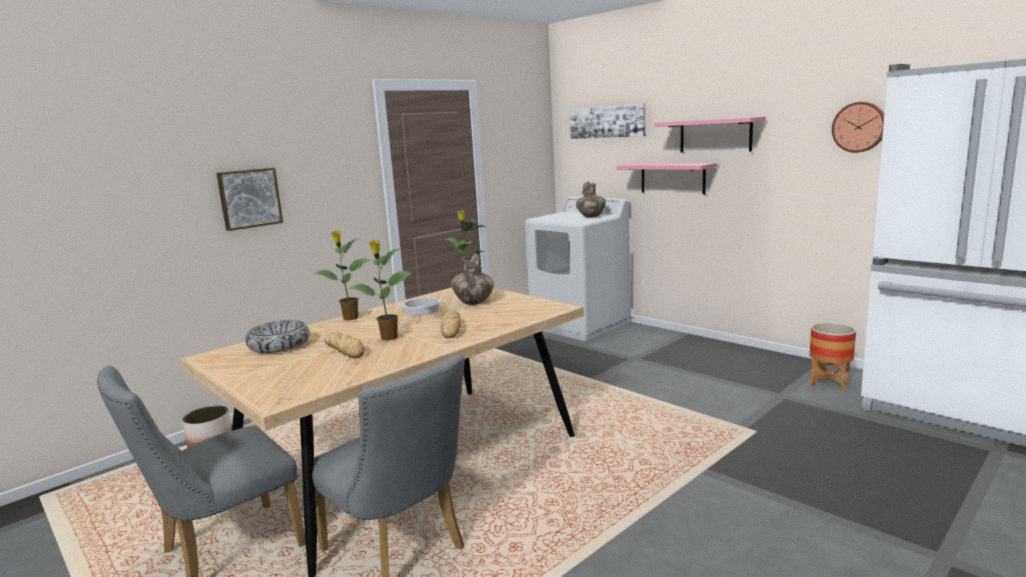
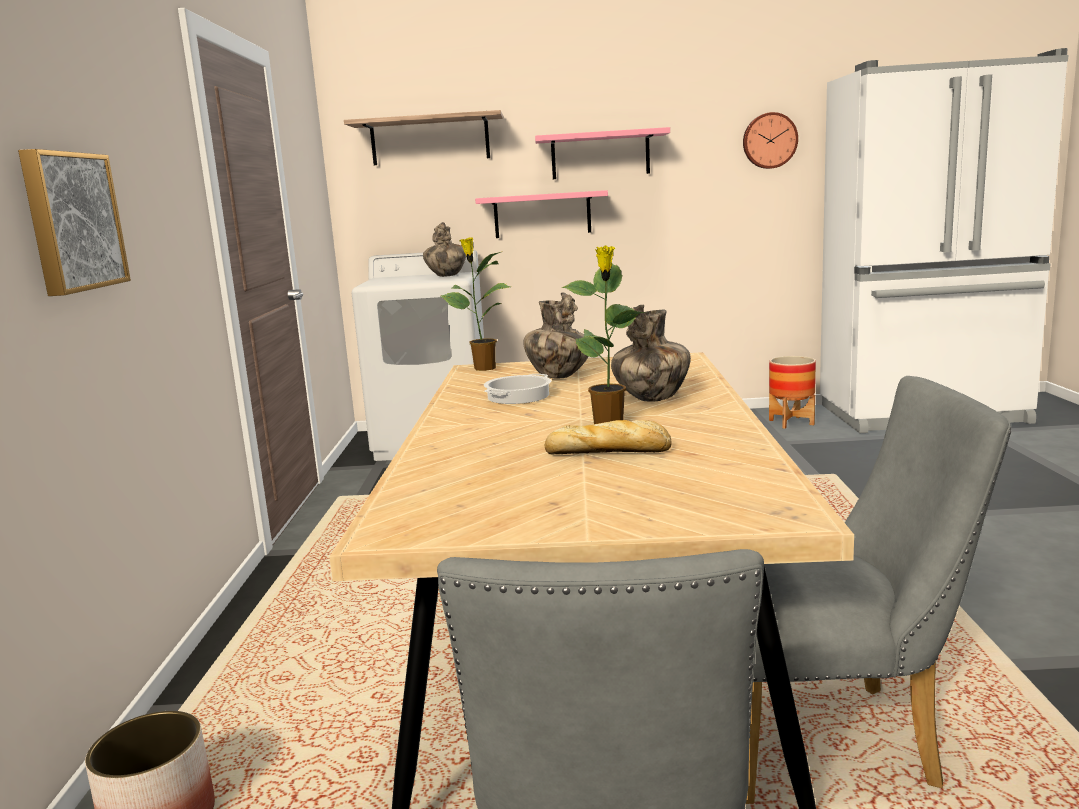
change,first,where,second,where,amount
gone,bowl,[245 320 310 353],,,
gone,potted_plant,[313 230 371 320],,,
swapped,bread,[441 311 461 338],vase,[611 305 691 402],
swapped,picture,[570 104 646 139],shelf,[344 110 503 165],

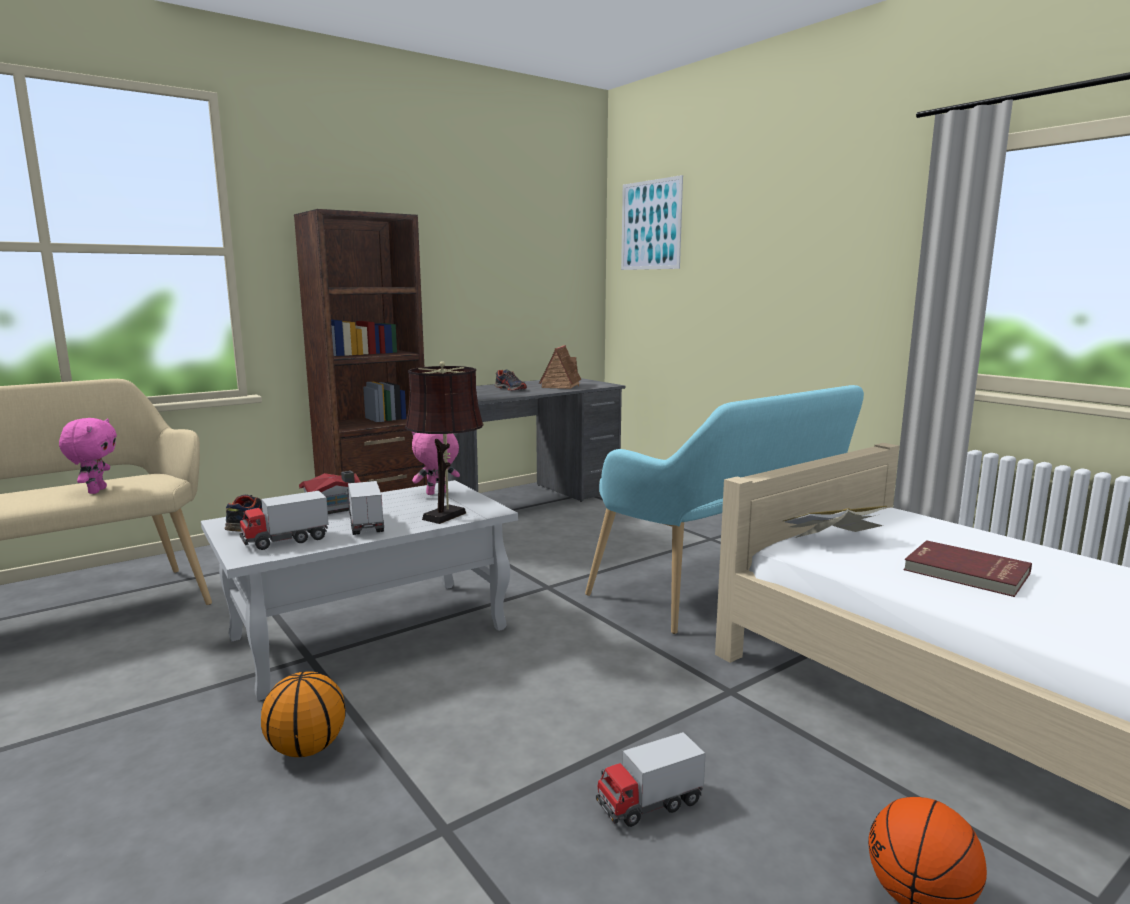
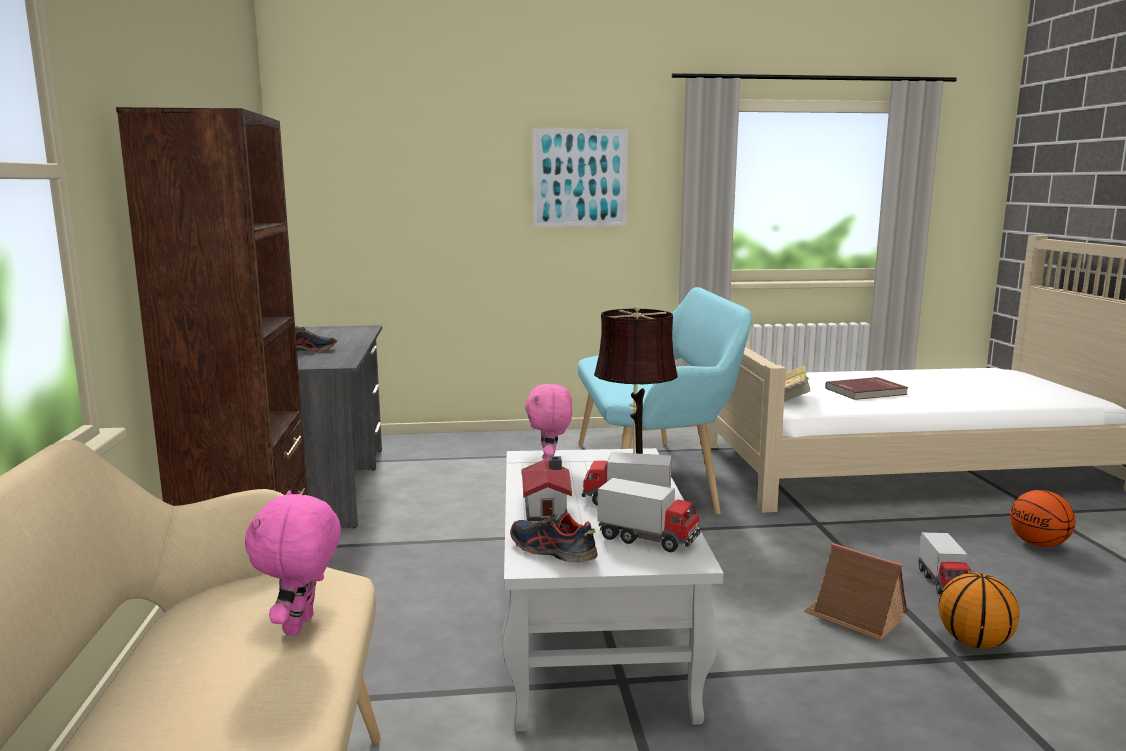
change,first,where,second,where,amount
rotated,pink_plush_toy,[59 418 117 494],,[245 490 341 636],105 degrees counterclockwise
rotated,toy_truck,[240 491 329 550],,[598 478 700 552],60 degrees counterclockwise
shifted,basketball,[261 671 346 757],,[939 573 1019 649],
shifted,toy_house,[539 345 581 389],,[804 543 907 641],
shifted,picture,[621 175 683 270],,[532 128 628 227],

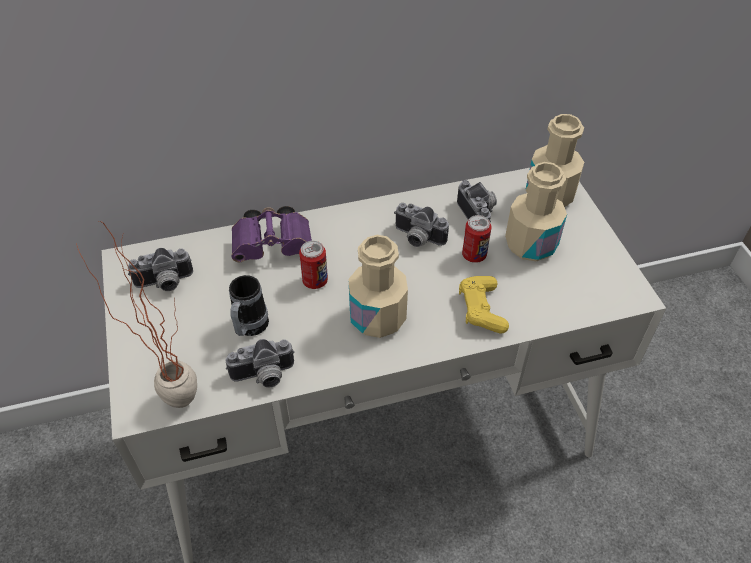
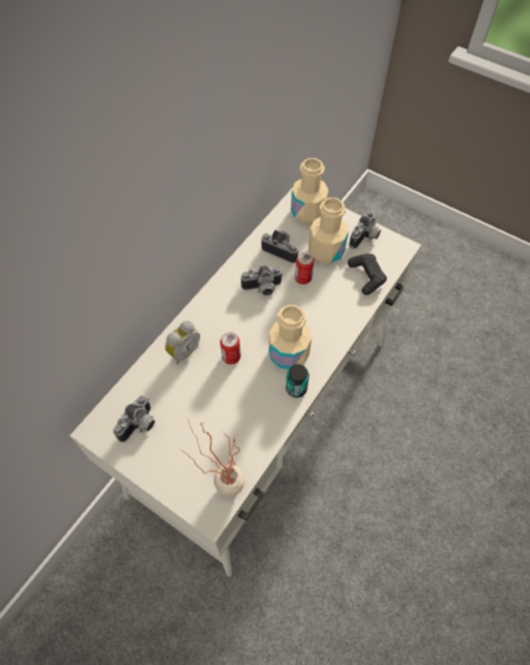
change,first,where,second,where,amount
shifted,photo_camera,[226 339 295 387],,[349 211 381 249],
gone,mug,[229 275 269 336],,,
swapped,purple_binoculars,[232 206 312 262],alarm_clock,[165 321 200 364],
gone,yellow_game_controller,[459 276 509 333],,,
new,,,can,[286 364 309 398],
new,,,black_game_controller,[348 254 387 295],

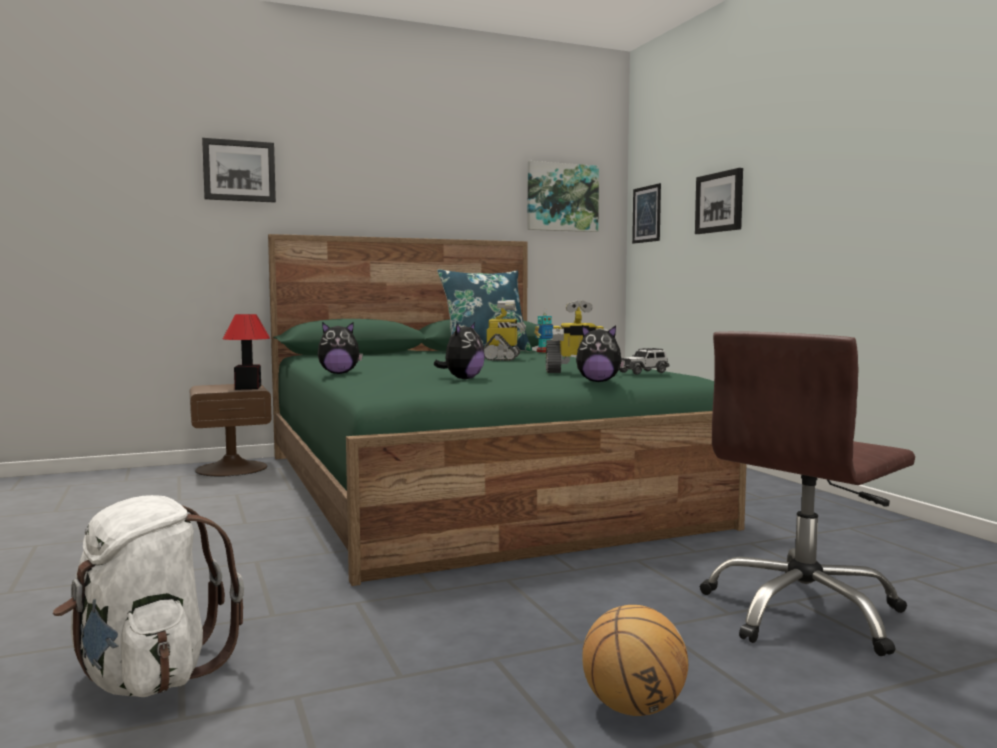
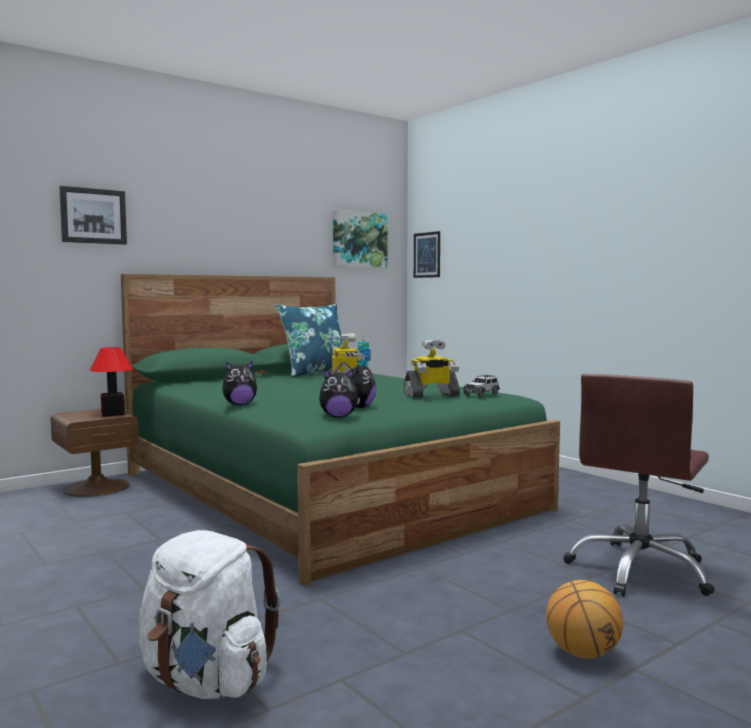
change,first,where,second,where,amount
shifted,plush_toy,[576 325 625 382],,[319 369 360 418],
gone,picture,[695 168 743 234],,,

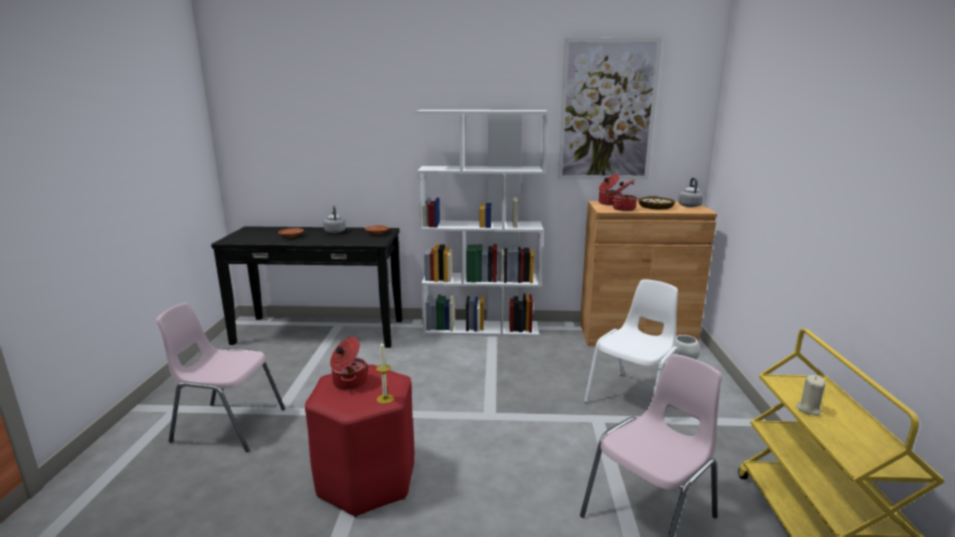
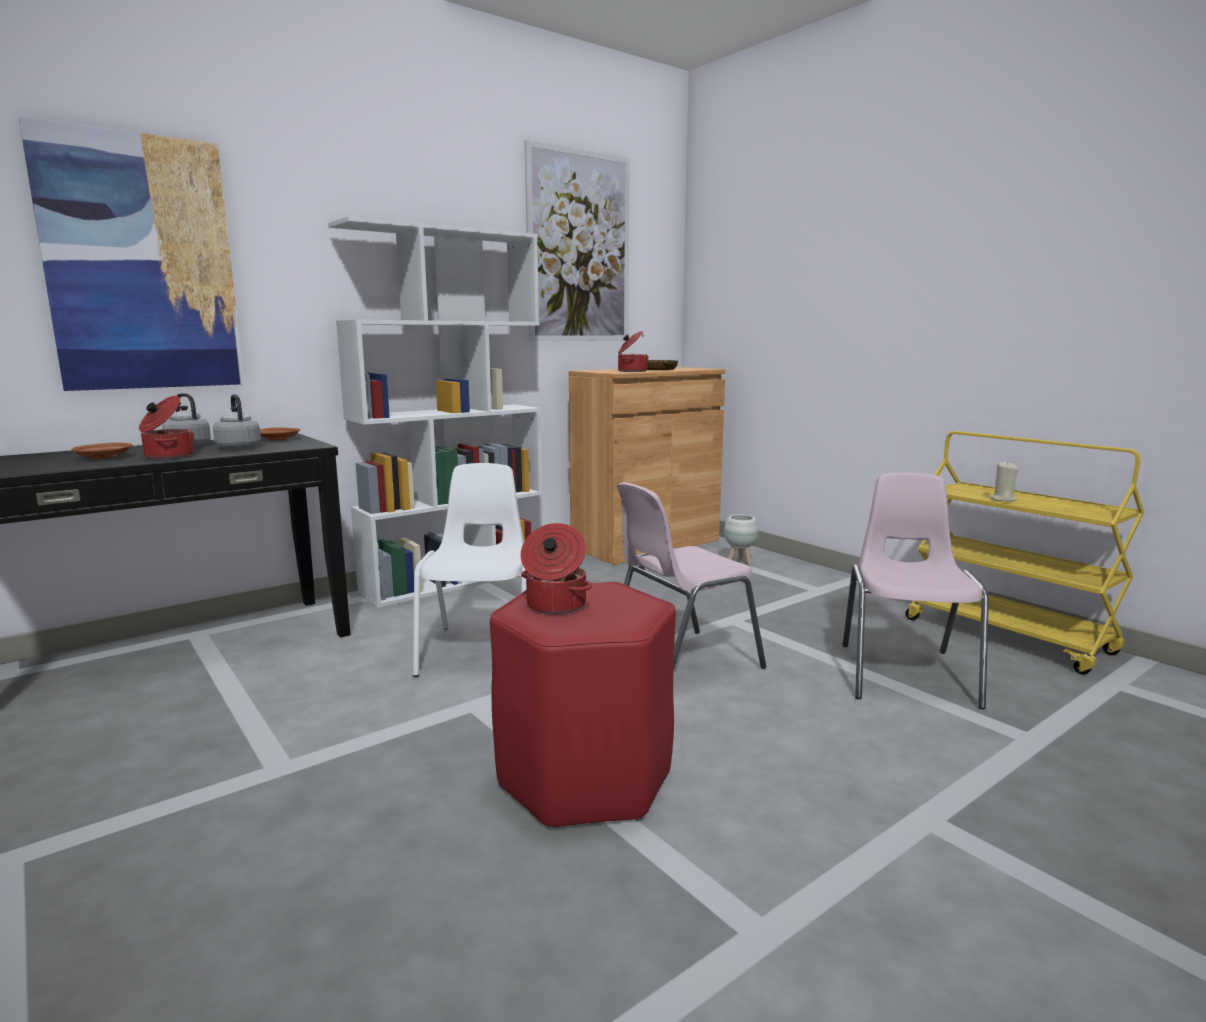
change,first,where,second,where,amount
shifted,pink_chair,[156 303 285 452],,[617 482 766 671],
gone,candle,[376 342 394 404],,,
shifted,white_chair,[584 279 678 403],,[413 463 527 677],
shifted,cooking_pot,[599 174 622 205],,[139 396 195 459],
shifted,grey_kettle,[678 178 703 207],,[213 394 261 449],
new,,,picture,[19 116 244 391],

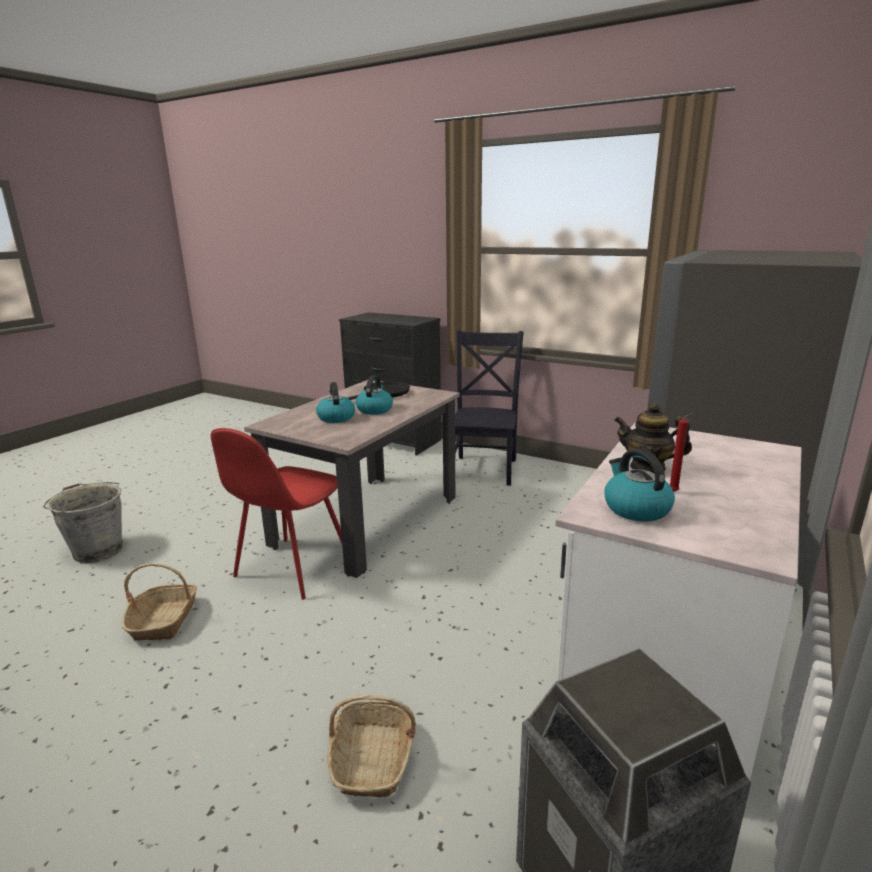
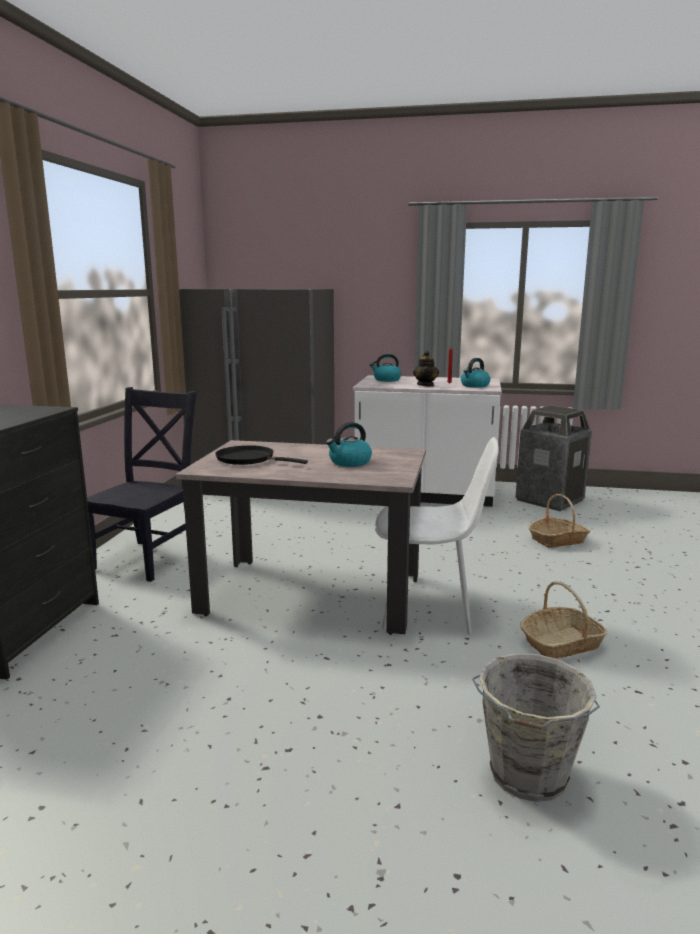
change,first,where,second,where,amount
repainted,red_chair,[211 428 342 600],white_chair,[375 437 499 634],
shifted,kettle,[356 375 393 415],,[370 354 401 382],
rotated,black_chair,[455 330 524 486],,[87 387 197 582],120 degrees clockwise

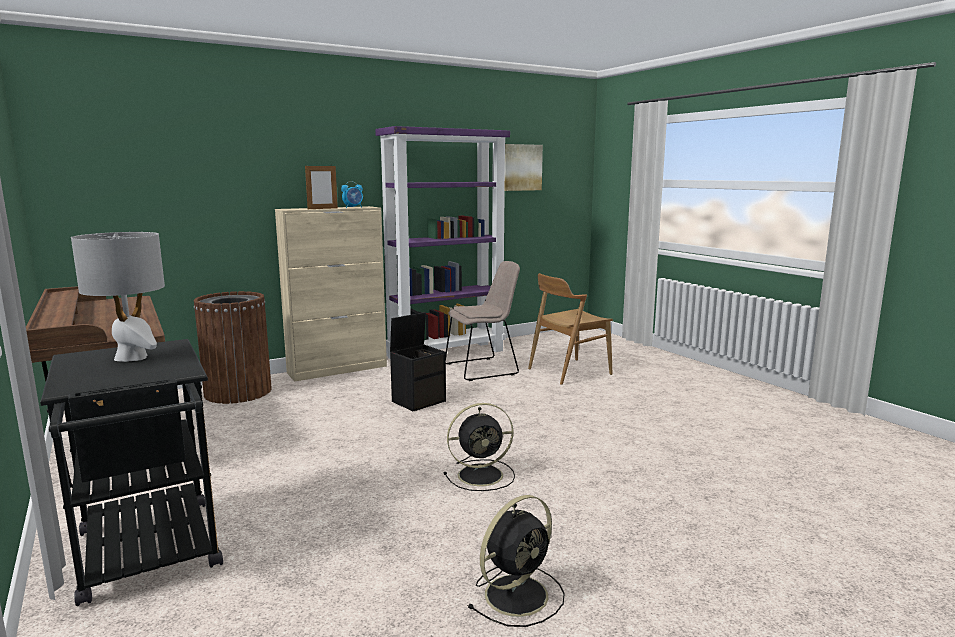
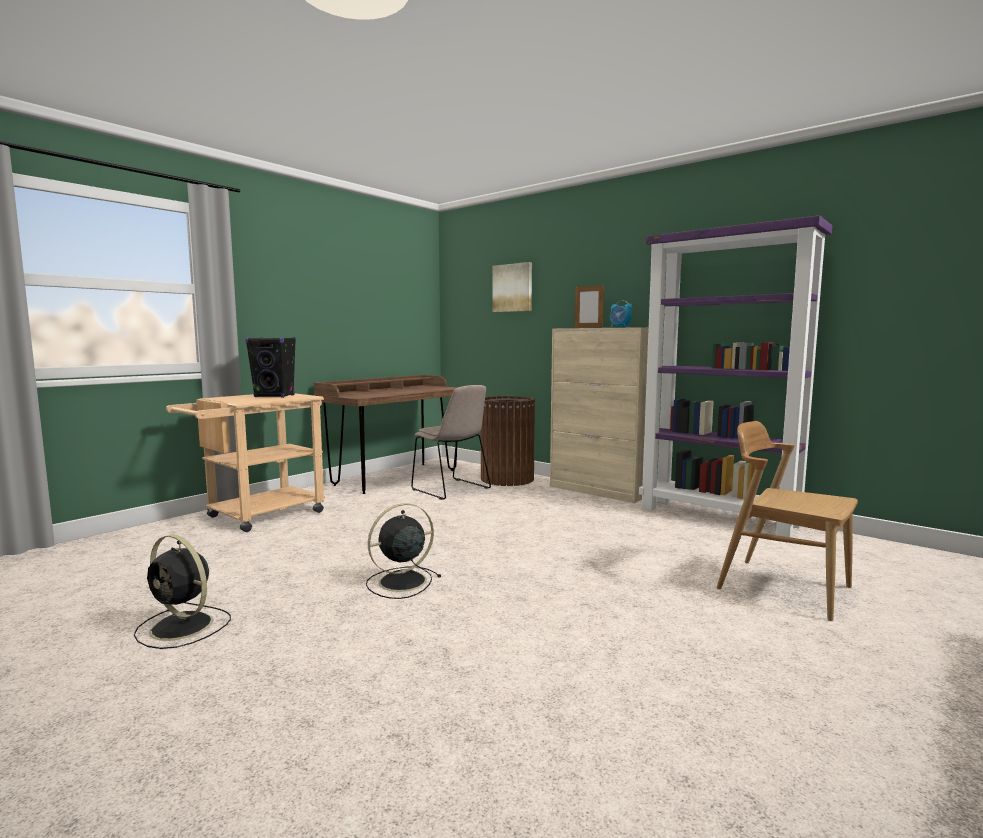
change,first,where,second,where,amount
repainted,black_cart,[40 339 223 606],beige_cart,[166 393 325 532],
swapped,grey_table_lamp,[71 232 165 362],black_speaker,[245 337 296 398],
gone,black_storage_box,[390 312 446 411],,,
rotated,black_fan,[444 403 515 491],,[366 503 442 599],90 degrees clockwise
shifted,beige_chair,[446 261 520 381],,[411 385 491 500],
shifted,picture,[505 144 543 191],,[493 262 532 312],

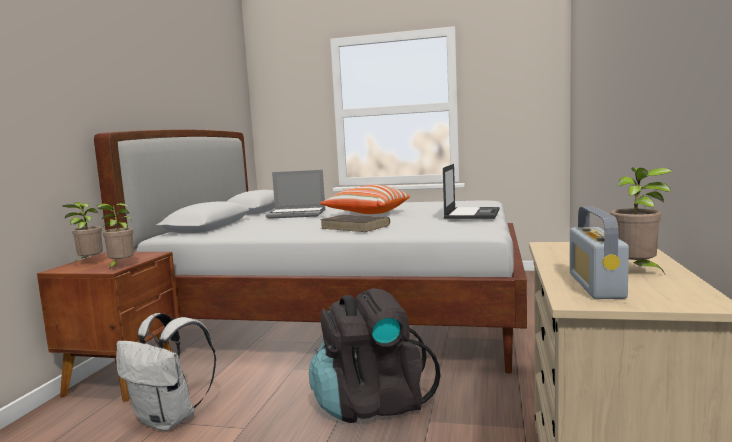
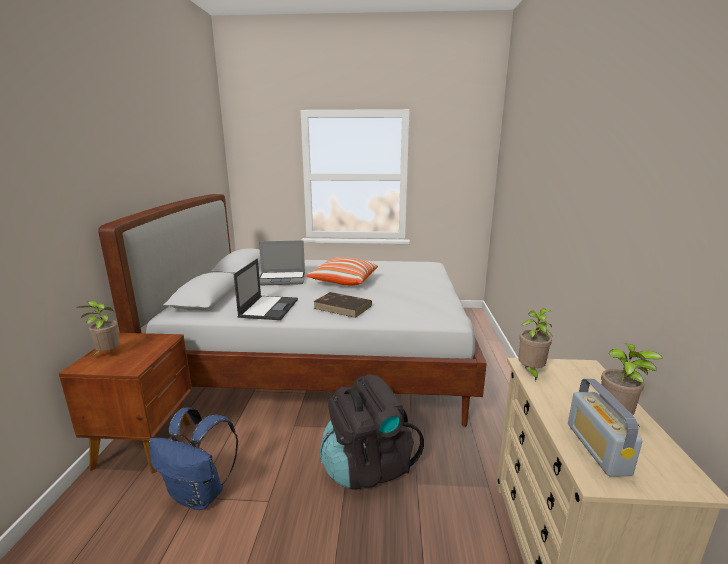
change,first,where,second,where,amount
shifted,potted_plant,[97 203 134 270],,[518 308 553 381],
repainted,white_backpack,[116 313 216 431],blue_backpack,[149 407 238 510],
shifted,laptop,[443 164 500 219],,[234 258 298 320],

